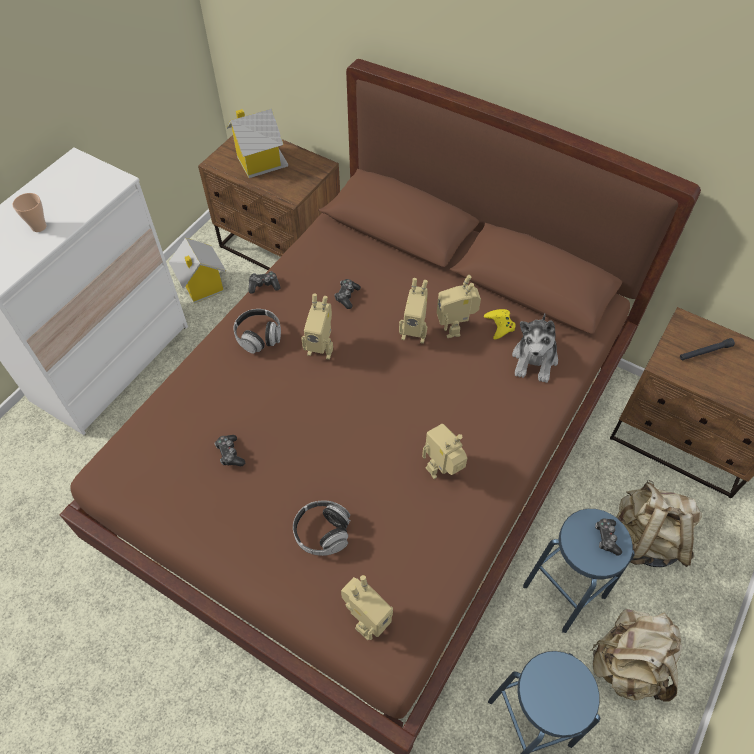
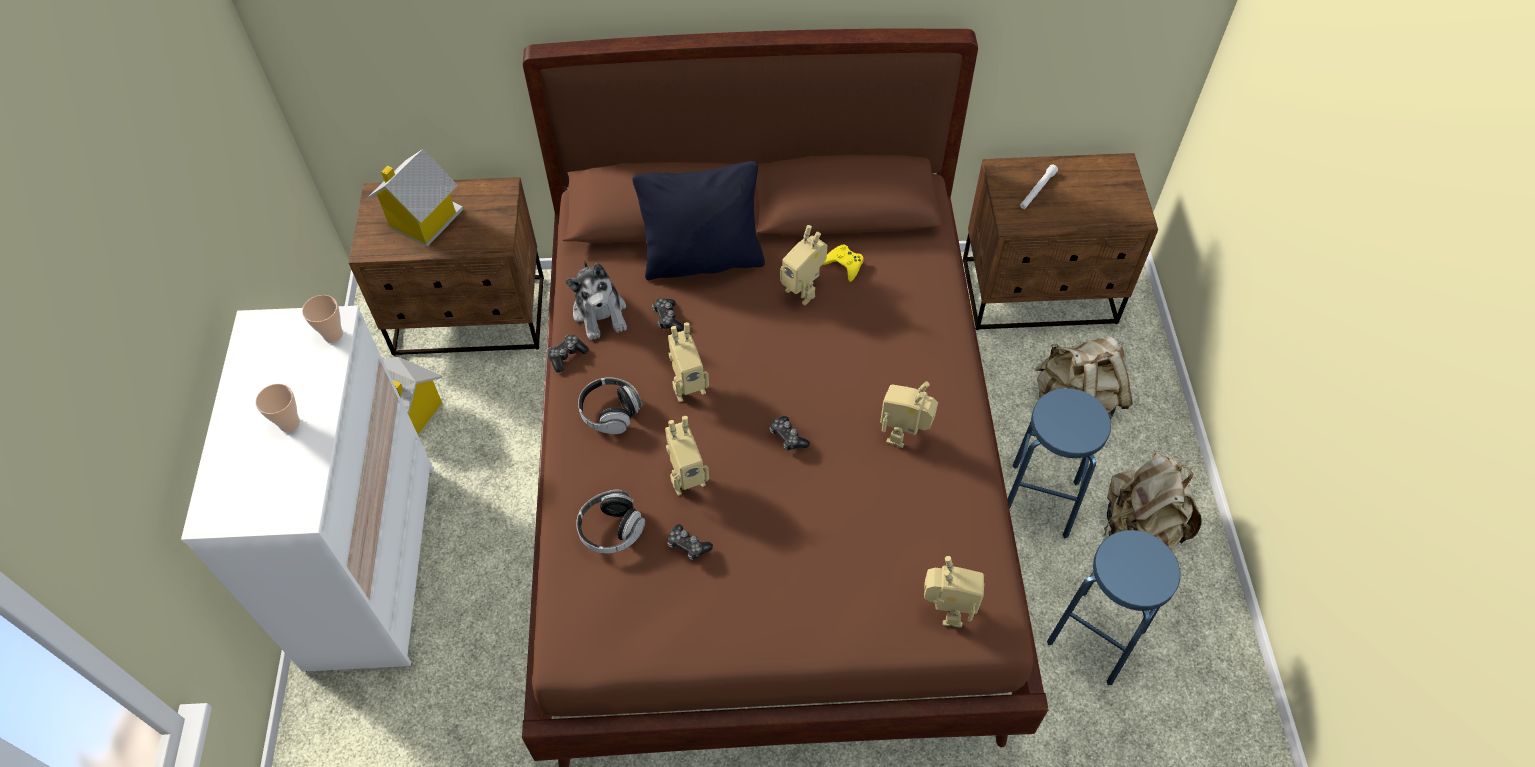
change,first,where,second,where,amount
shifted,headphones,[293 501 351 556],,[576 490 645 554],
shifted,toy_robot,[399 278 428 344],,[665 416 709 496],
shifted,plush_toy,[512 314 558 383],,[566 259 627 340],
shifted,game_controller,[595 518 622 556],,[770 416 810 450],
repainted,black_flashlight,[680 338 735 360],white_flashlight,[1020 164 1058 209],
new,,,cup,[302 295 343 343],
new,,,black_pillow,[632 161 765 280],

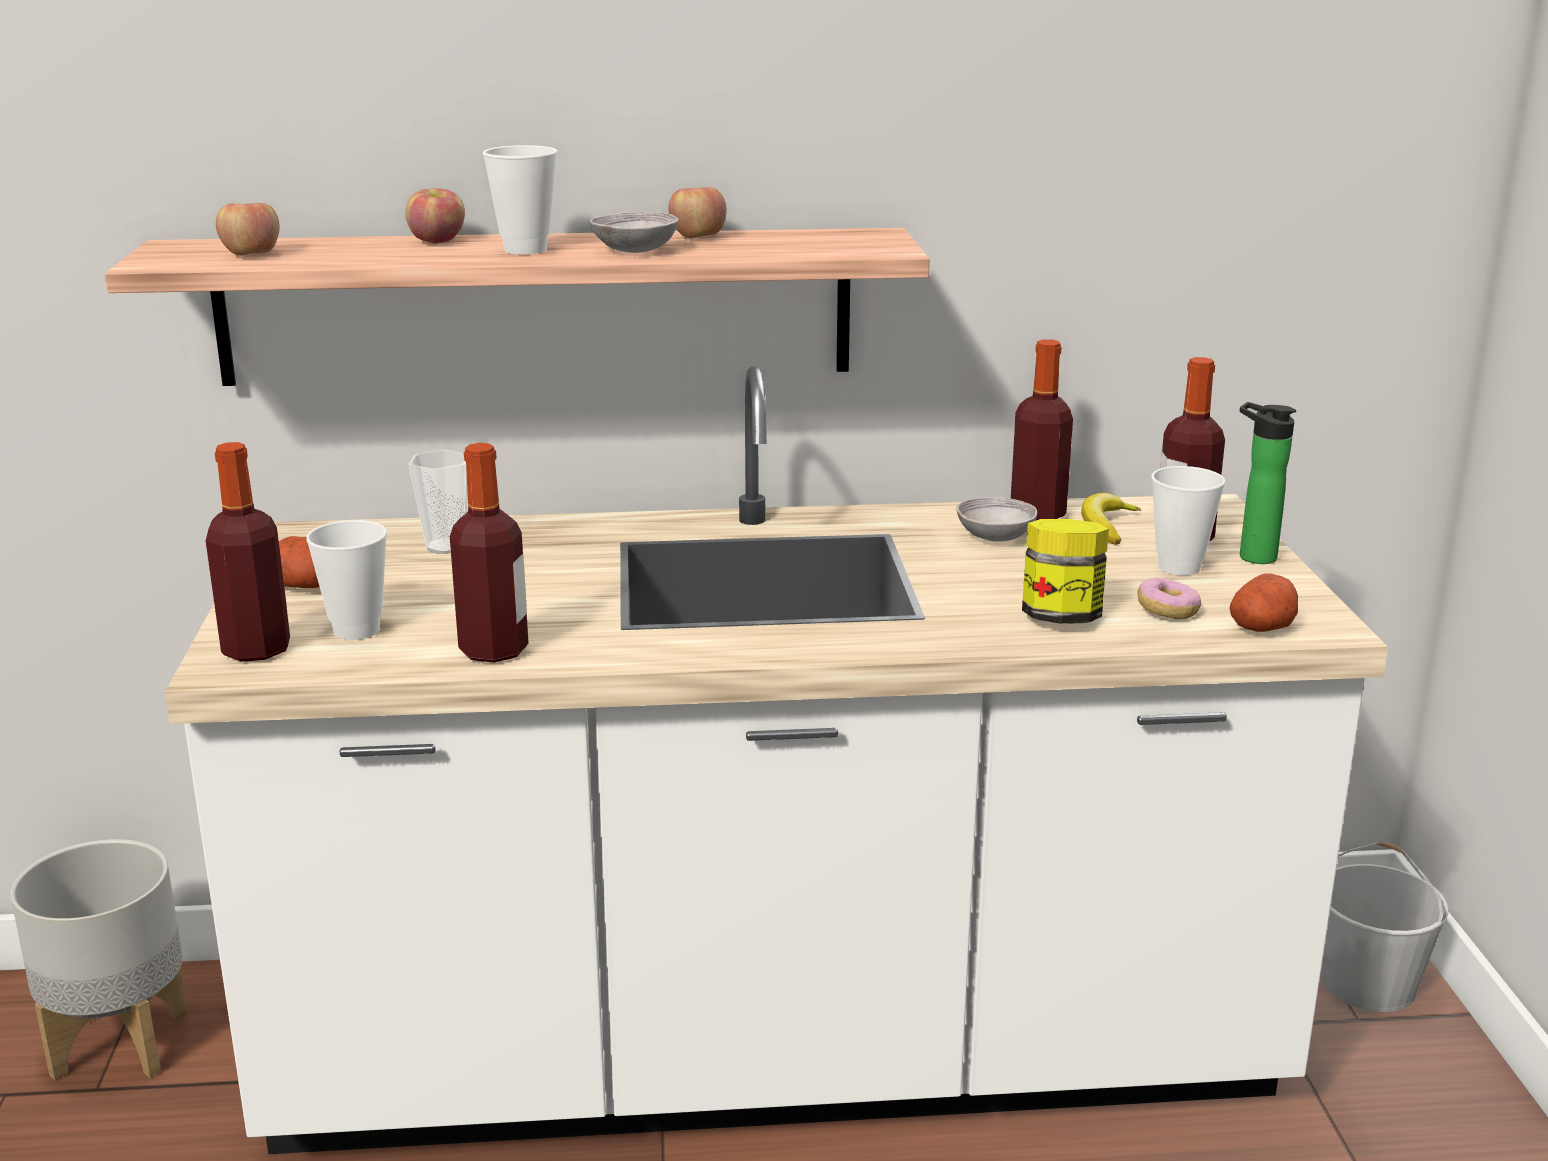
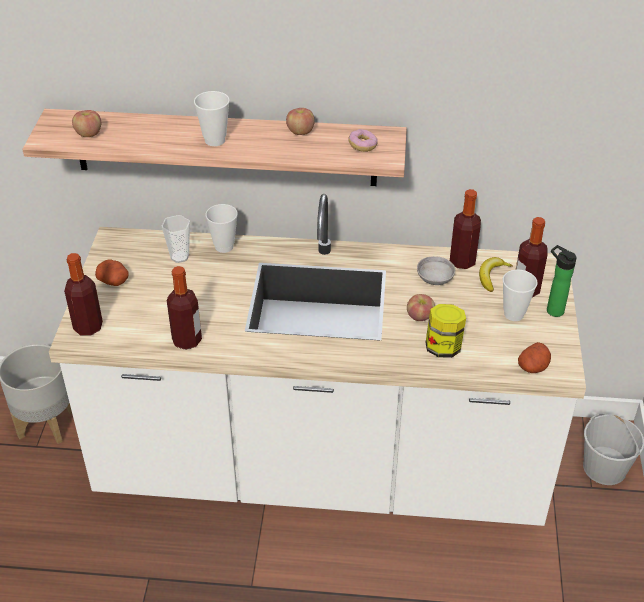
change,first,where,second,where,amount
shifted,cup,[306 520 387 640],,[206 204 238 253],
shifted,apple,[405 188 465 244],,[407 294 435 321],
gone,grey_bowl,[590 212 679 253],,,
shifted,donut,[1137 578 1201 619],,[348 129 378 152],

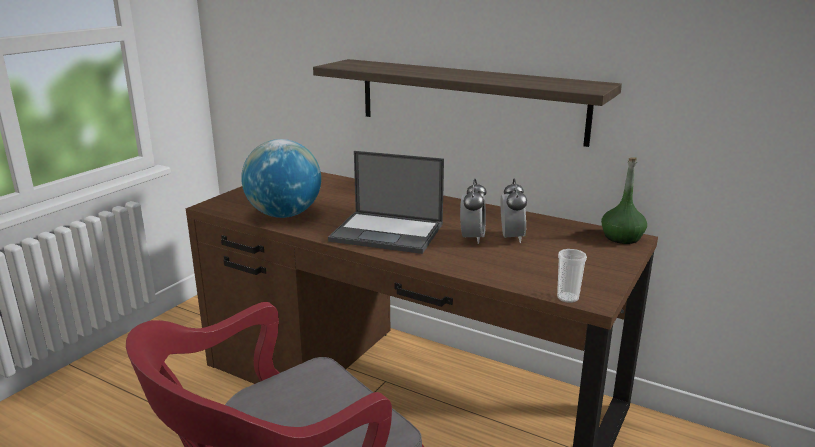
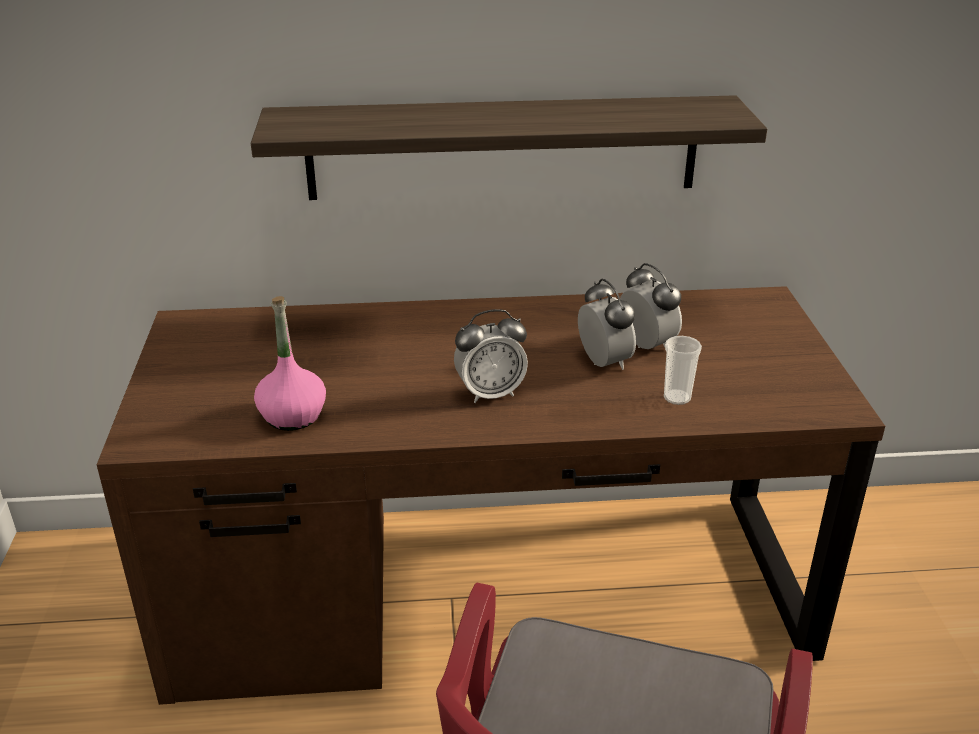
change,first,where,second,where,amount
swapped,globe,[241 139 321 218],pink_bottle,[254 296 326 431],
swapped,laptop,[328 151 444 254],alarm_clock,[454 309 528 403],
shifted,cup,[557 249 587 303],,[664 336 702 405],
gone,green_bottle,[601 157 647 244],,,

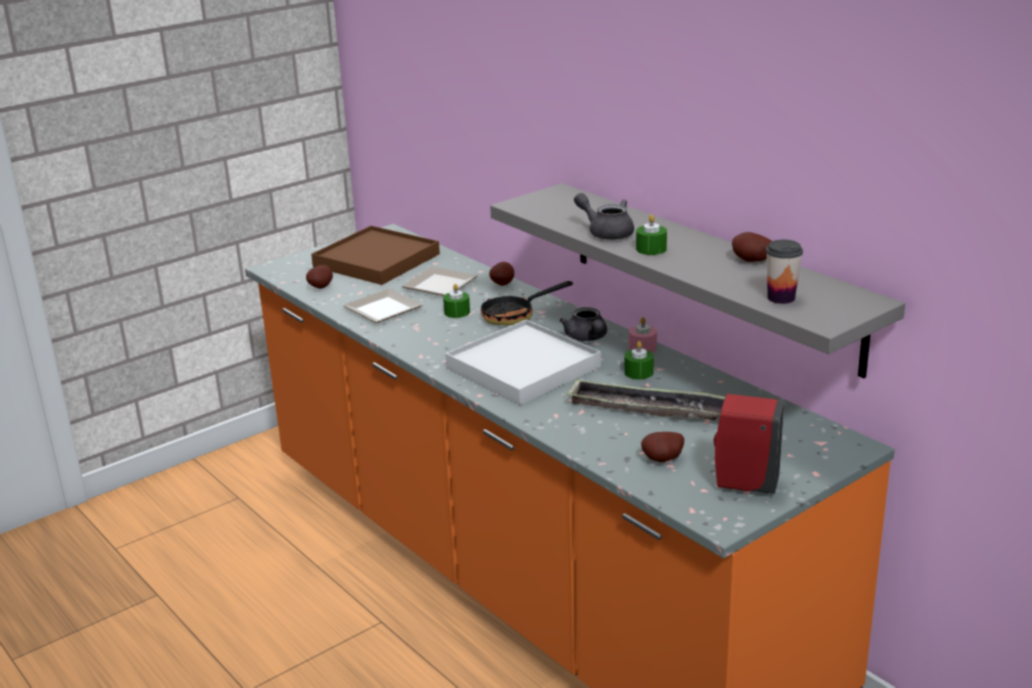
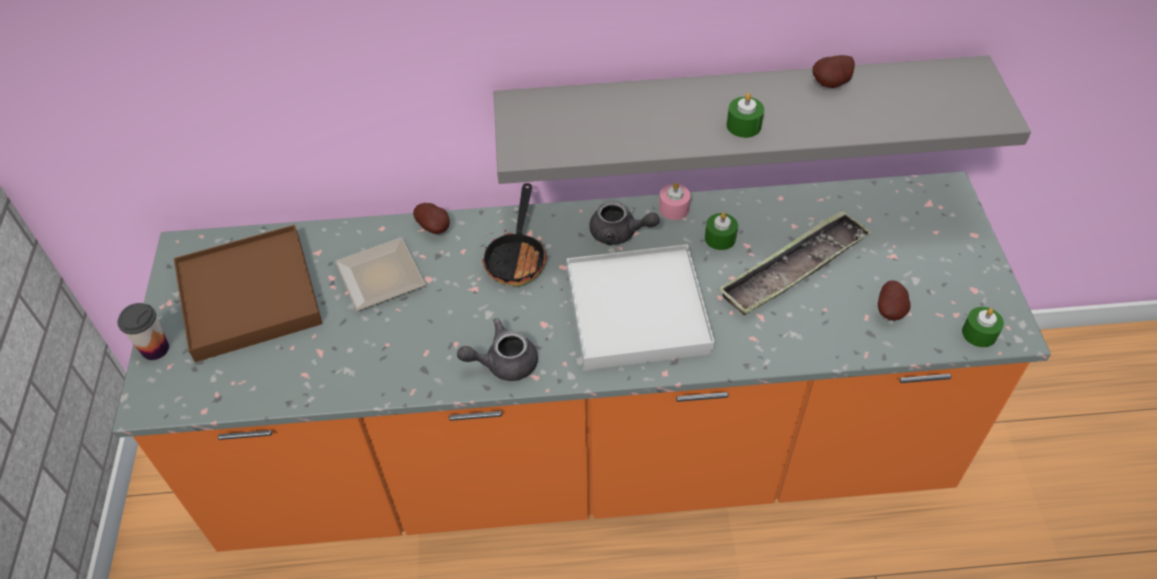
change,first,where,second,where,amount
gone,potato,[306 265 333 289],,,
gone,plate,[343 289 423 323],,,
shifted,green_candle,[443 284 470 318],,[962 307 1004 347],
shifted,grey_teapot,[574 193 634 240],,[457 318 538 381],
gone,red_soap_dispenser,[714 394 784 494],,,
shifted,cup,[766 239 803 304],,[118 303 169 360],

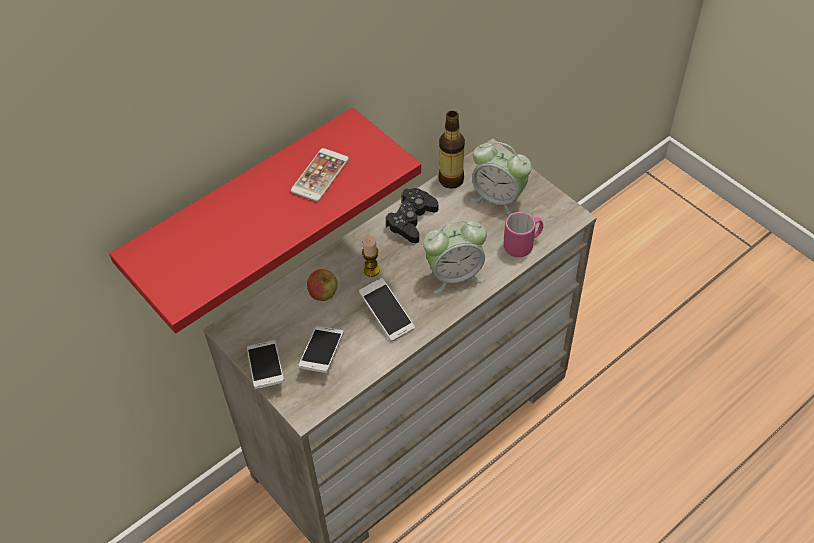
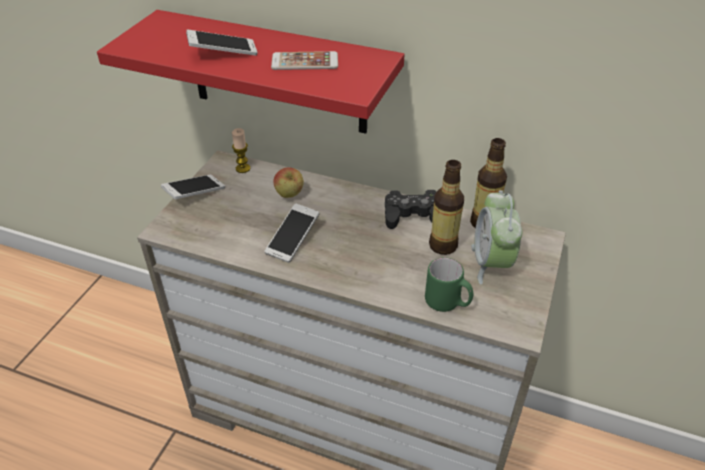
change,first,where,second,where,amount
shifted,phone,[298 326 343 373],,[186 30 258 56],
shifted,candle,[362 235 380 277],,[232 128 251 173],
gone,alarm_clock,[423 220 487 294],,,
repainted,pink_mug,[503 212 543 257],green_mug,[425 257 473 312],
new,,,bottle,[429 160 464 255],

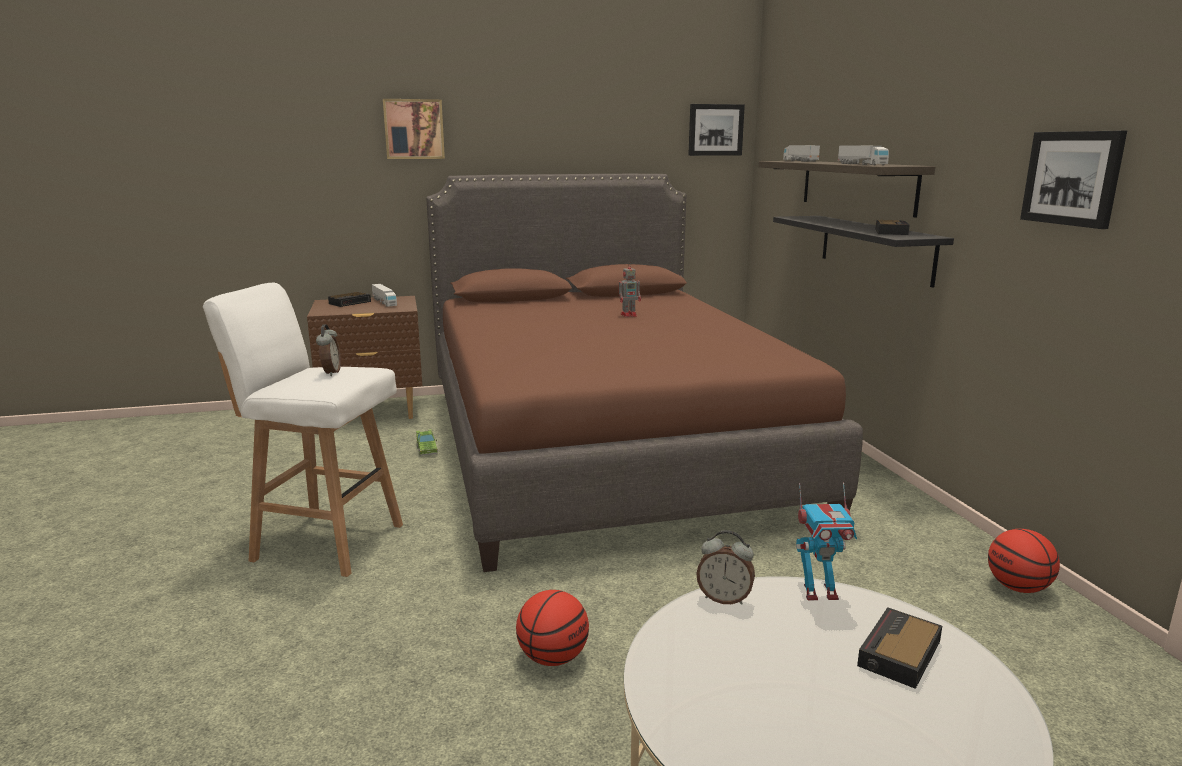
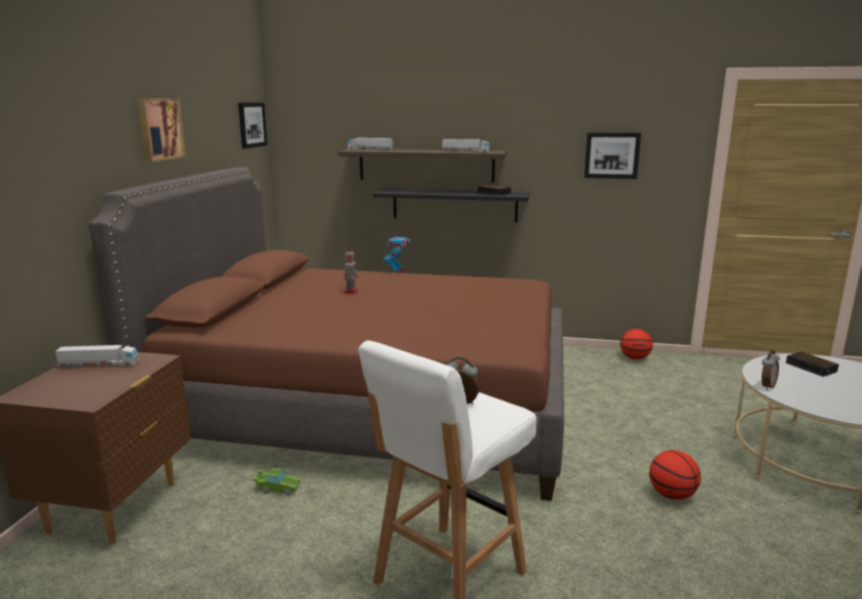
change,first,where,second,where,amount
gone,alarm_clock,[328 292 371 307],,,
shifted,picture,[383 99 445 159],,[137 98 186 162],
shifted,toy_robot,[796 482 857 600],,[383 230 411 274],

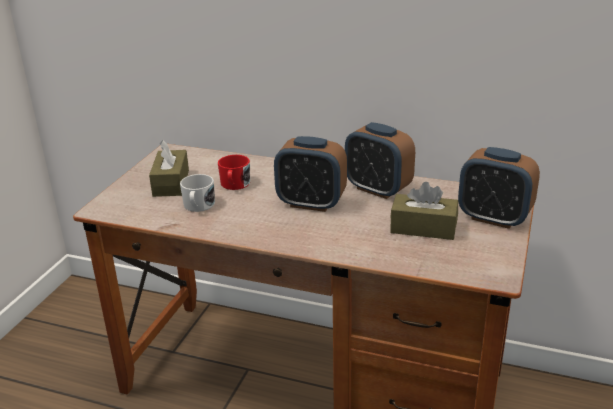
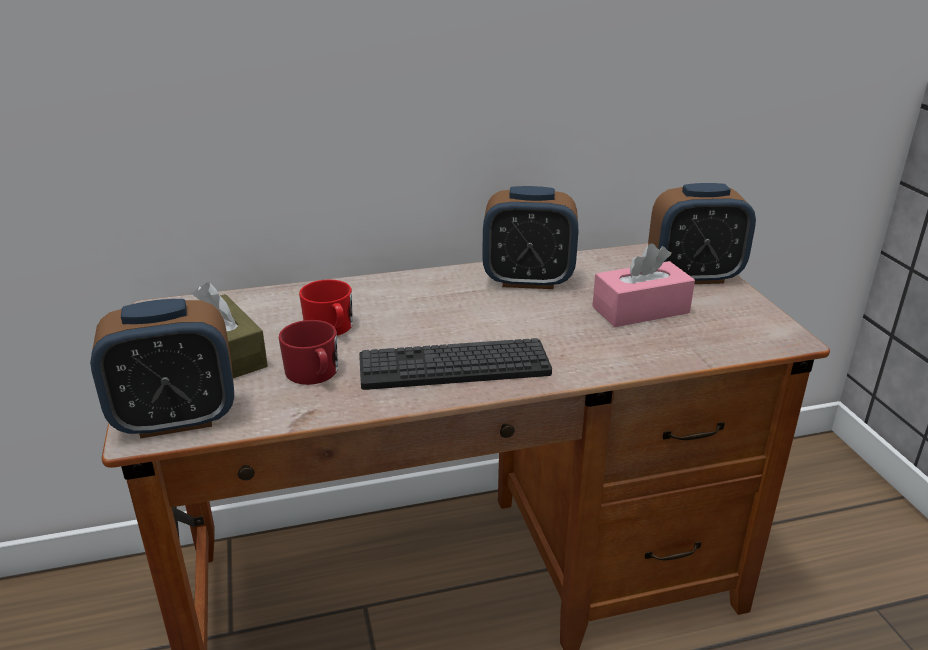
change,first,where,second,where,amount
repainted,white_mug,[180 174 215 212],red_mug,[279 320 338 385],
shifted,alarm_clock,[274 136 347 212],,[90 299 234 439],
repainted,brown_tissue_box,[390 182 458 240],pink_tissue_box,[592 243 695 327],
new,,,keyboard,[359 338 552 390],

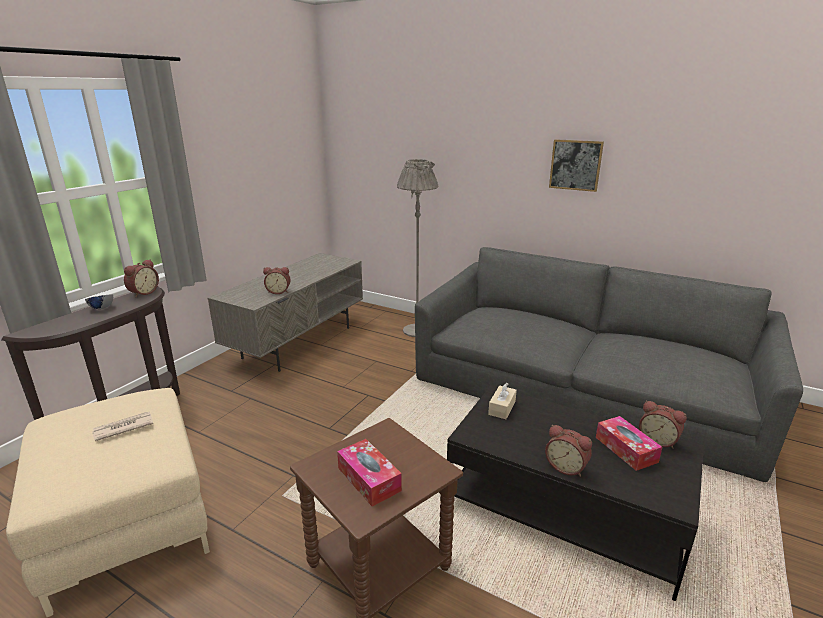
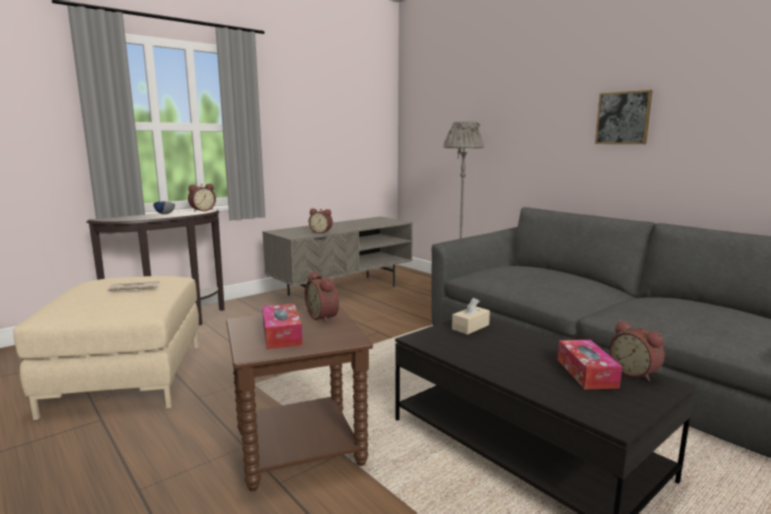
change,first,where,second,where,amount
shifted,alarm_clock,[545 425 592 477],,[305 271 339 323],

